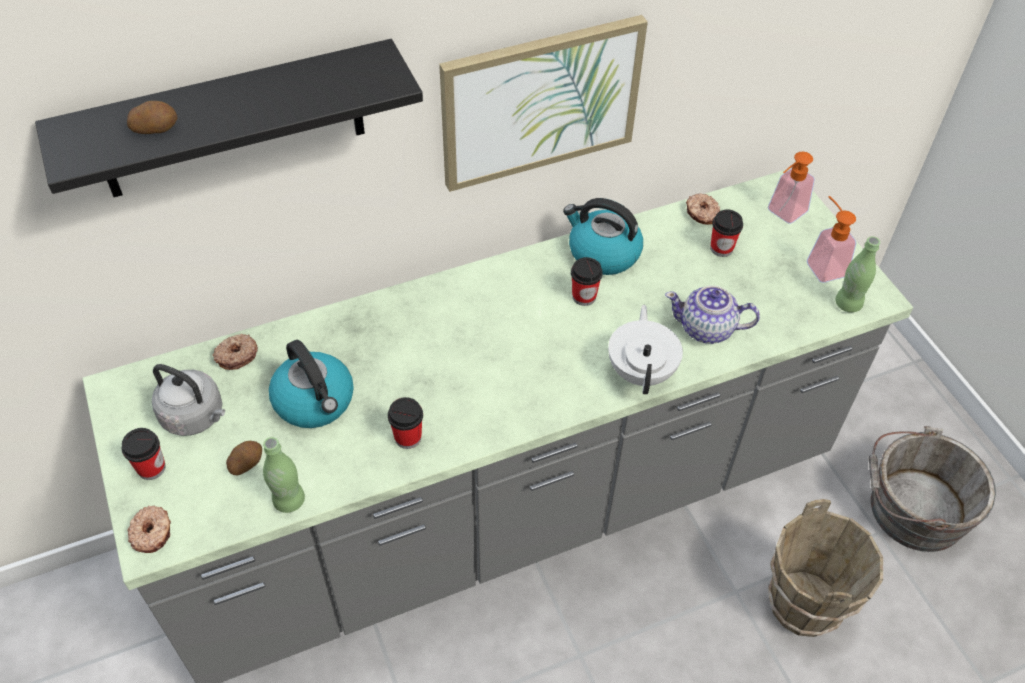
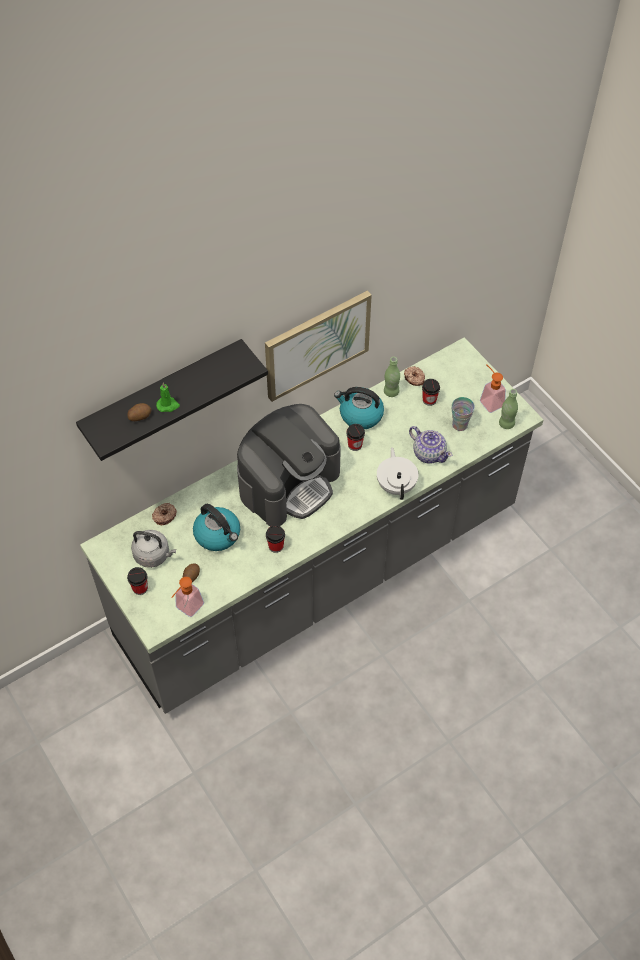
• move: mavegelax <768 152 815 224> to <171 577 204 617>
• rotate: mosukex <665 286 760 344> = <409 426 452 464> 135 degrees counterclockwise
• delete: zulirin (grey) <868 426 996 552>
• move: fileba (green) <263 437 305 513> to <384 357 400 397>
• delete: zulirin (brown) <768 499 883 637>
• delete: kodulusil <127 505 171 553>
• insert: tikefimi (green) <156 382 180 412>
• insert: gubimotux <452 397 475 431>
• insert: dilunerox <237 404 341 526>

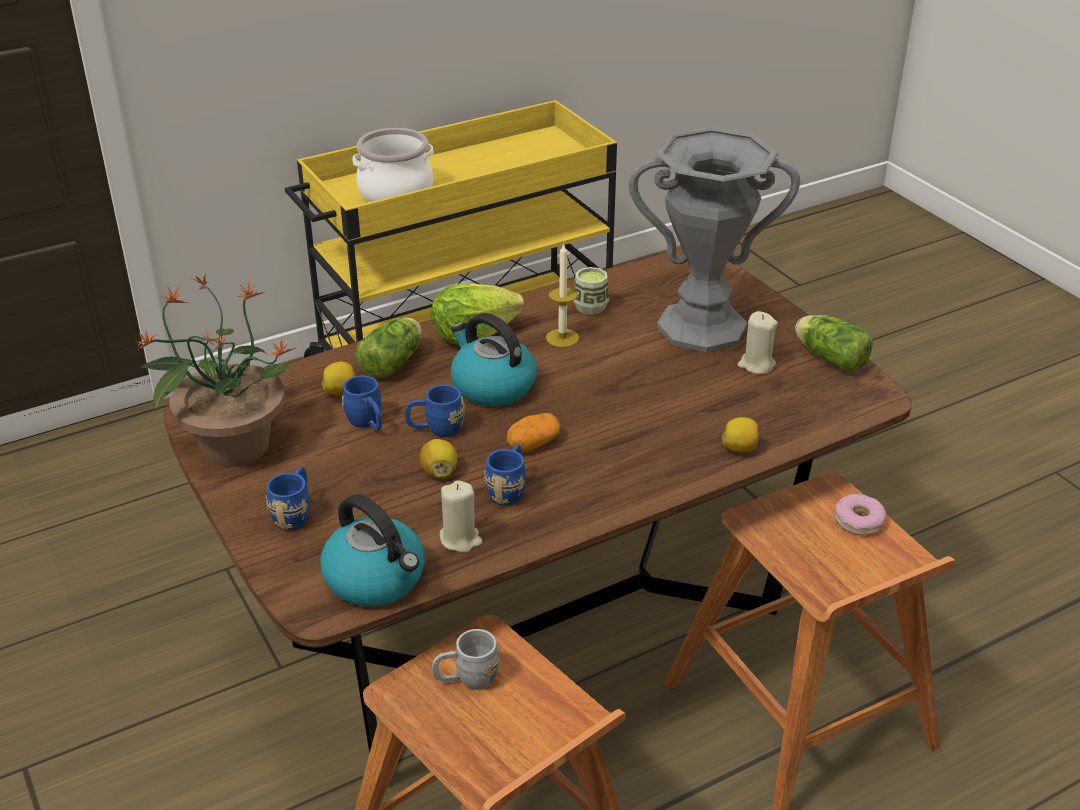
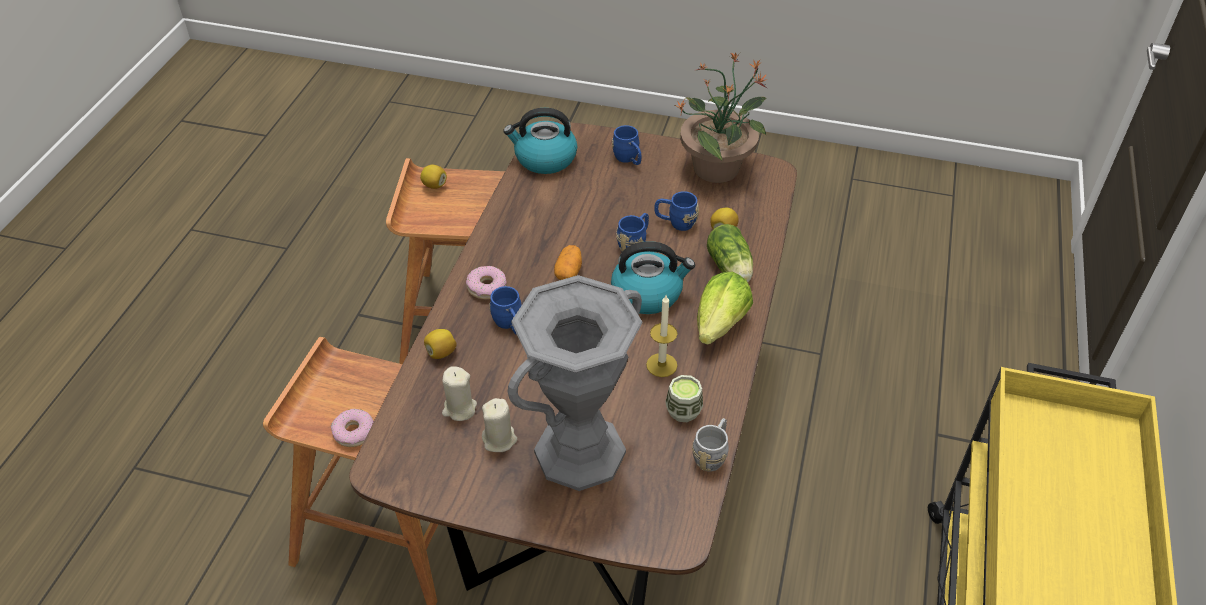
• delete: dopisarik <353 128 434 202>
• delete: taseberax <795 315 873 372>
• move: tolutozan <419 439 457 478> to <420 165 447 189>
• move: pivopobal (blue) <484 444 526 506> to <489 286 522 335>
• move: tikefimi (beige) <439 480 483 553> to <442 366 477 421>
• move: pivopobal (grey) <432 629 500 690> to <692 418 729 472>
• insert: kodulusil <466 266 507 300>

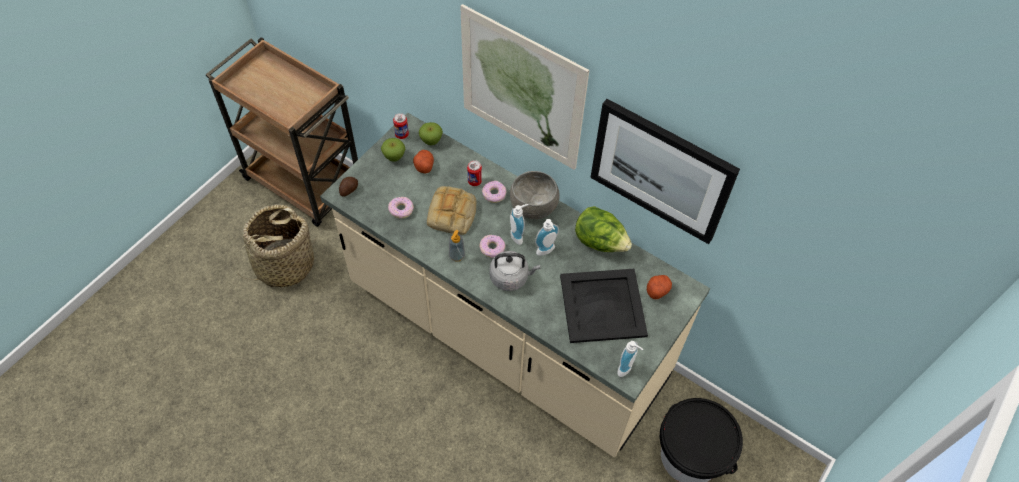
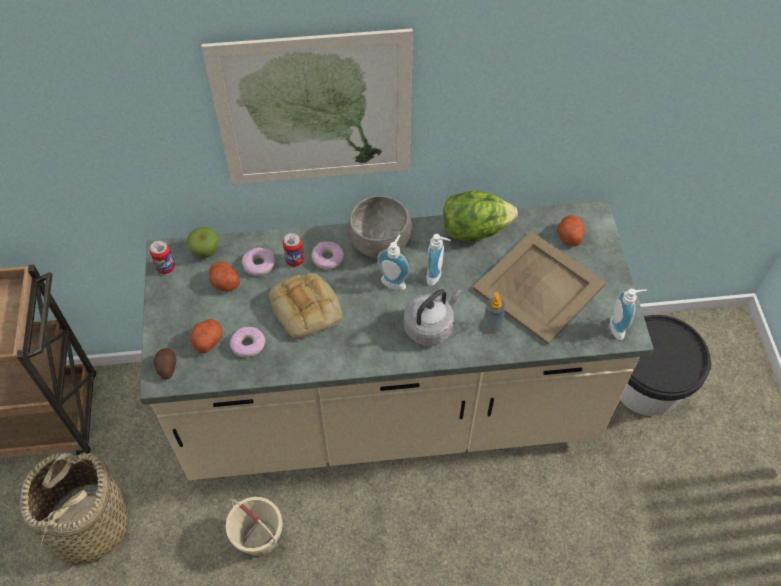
• delete: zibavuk <590 99 740 244>
• delete: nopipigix <381 138 405 162>
• move: mavegelax <449 230 465 262> to <482 292 505 334>
• move: kodulusil <479 235 506 258> to <242 248 275 276>
• recolor: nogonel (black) <560 269 648 343> to nogonel (beige) <473 231 606 345>
• insert: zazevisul <190 319 222 353>
• insert: zulirin (beige) <226 497 283 556>

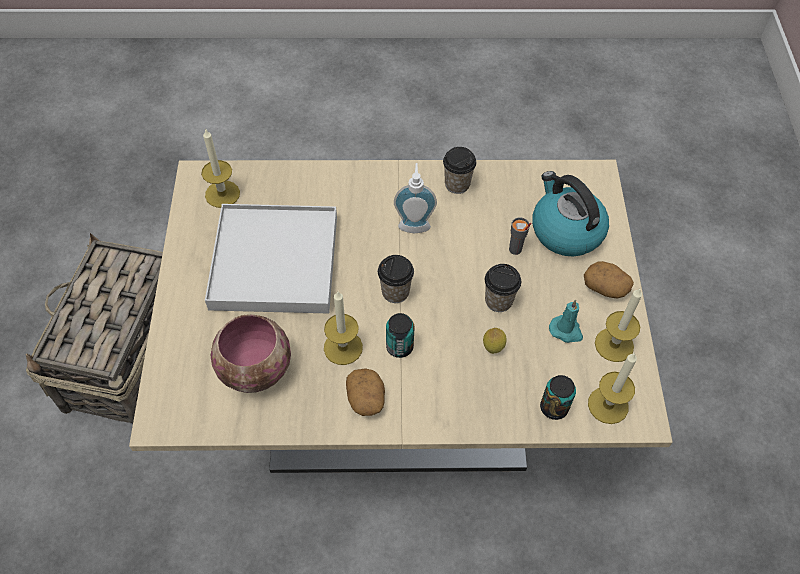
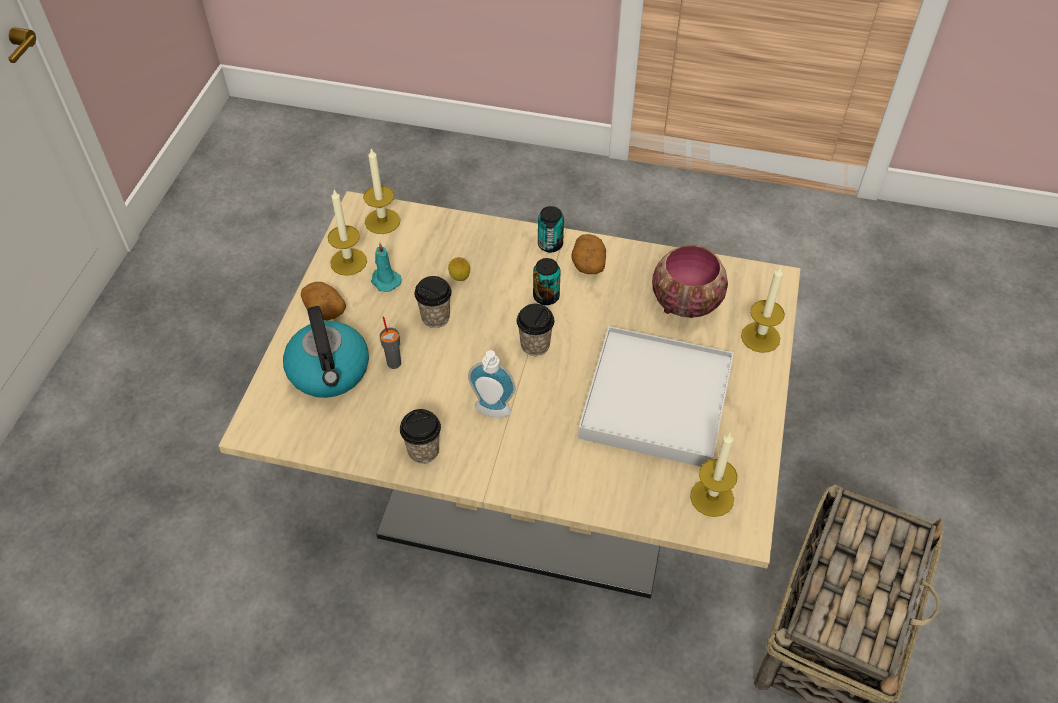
• move: tikefimi <324 291 363 365> to <741 266 785 353>
• move: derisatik <540 375 576 420> to <538 206 564 253>

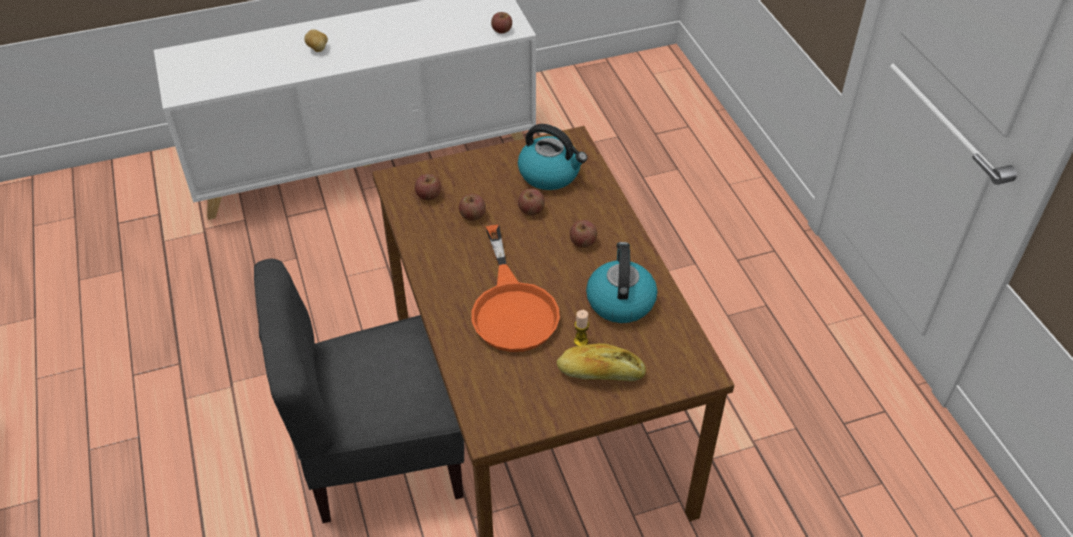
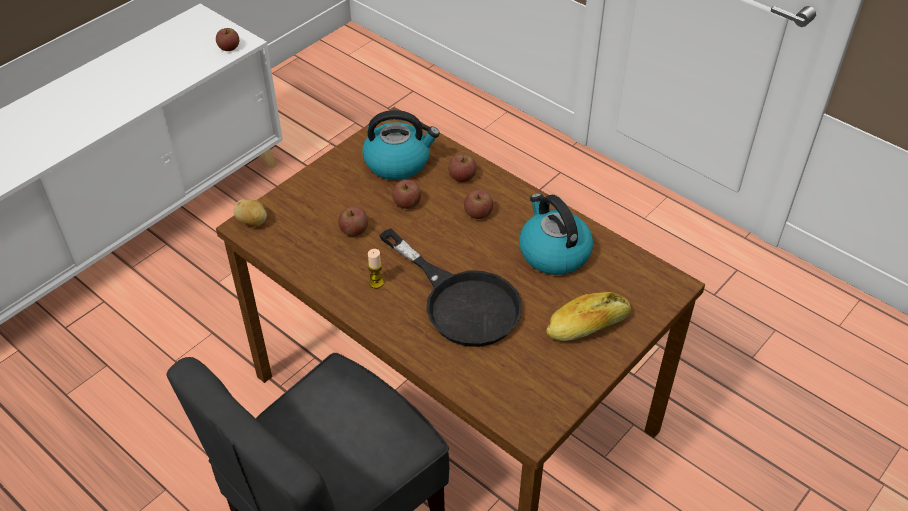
• move: zazevisul <304 29 328 52> to <234 199 267 227>
• move: nopipigix <415 174 441 200> to <448 154 477 182>
• recolor: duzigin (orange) <471 225 560 352> to duzigin (black) <379 228 522 347>
• move: tikefimi <574 310 589 346> to <367 249 384 289>

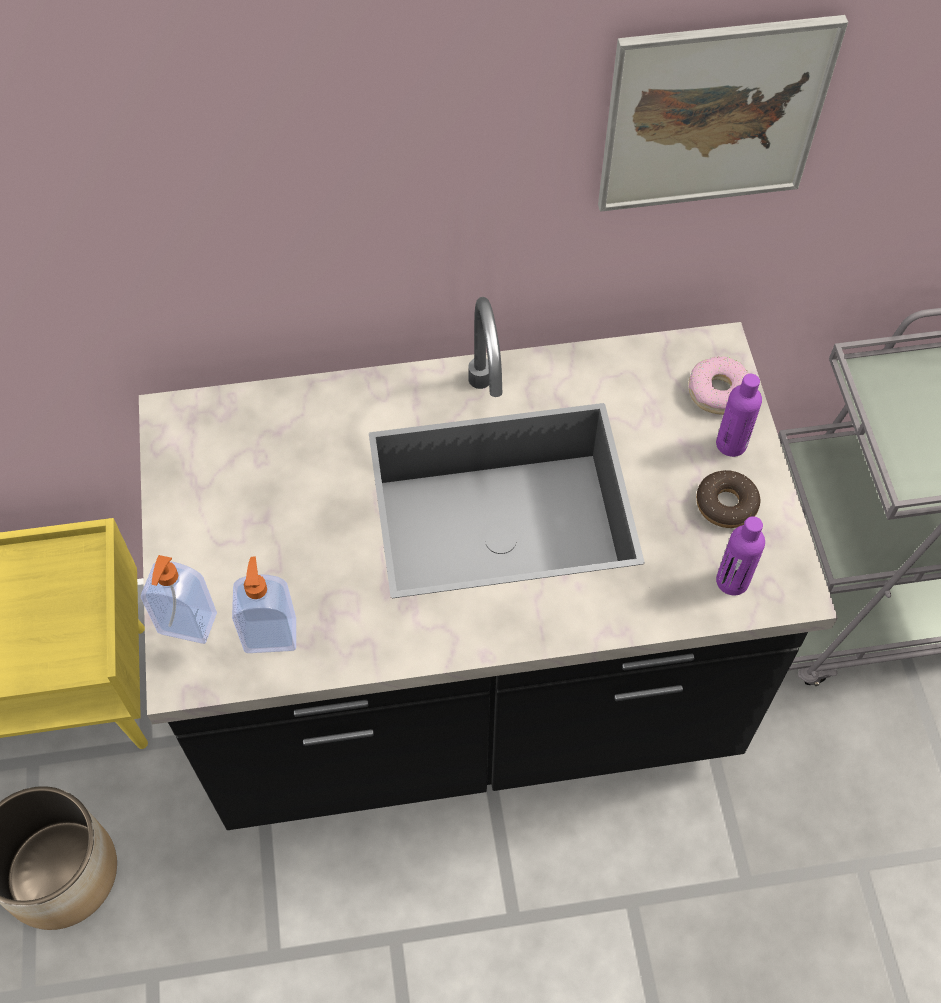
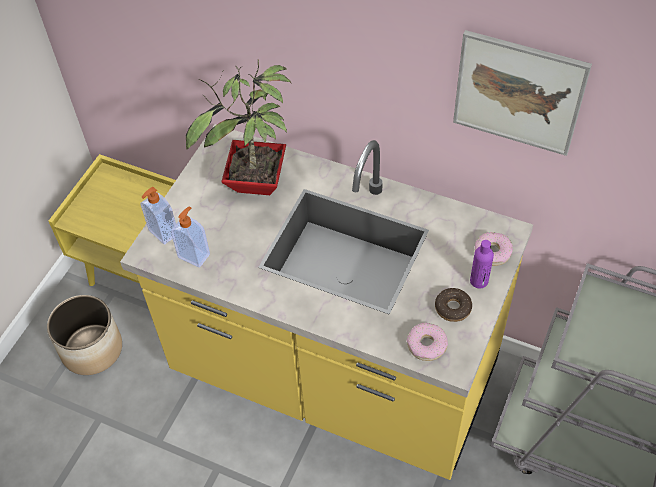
• recolor: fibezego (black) <139 297 838 830> to fibezego (yellow) <120 124 533 480>
• replace: fileba (purple) <716 516 765 595> to kodulusil <407 323 448 361>
• insert: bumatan <186 59 292 195>

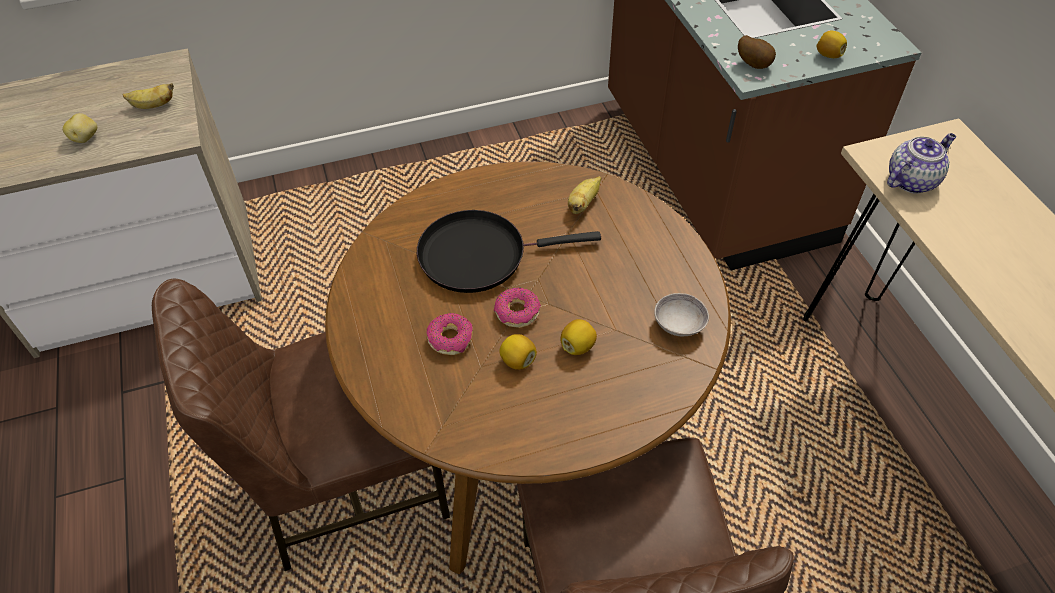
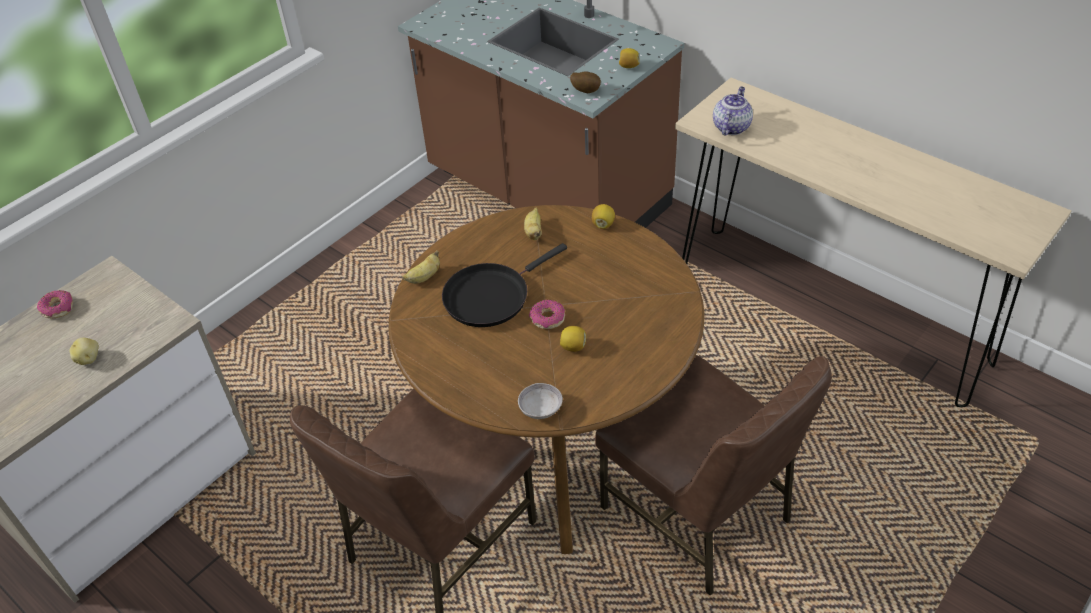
• move: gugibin <122 83 174 109> to <402 250 440 284>
• move: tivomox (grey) <654 293 709 336> to <518 383 563 419>
• move: kodulusil <426 313 473 355> to <37 290 73 319>
• move: tolutozan <560 319 597 355> to <592 204 615 229>

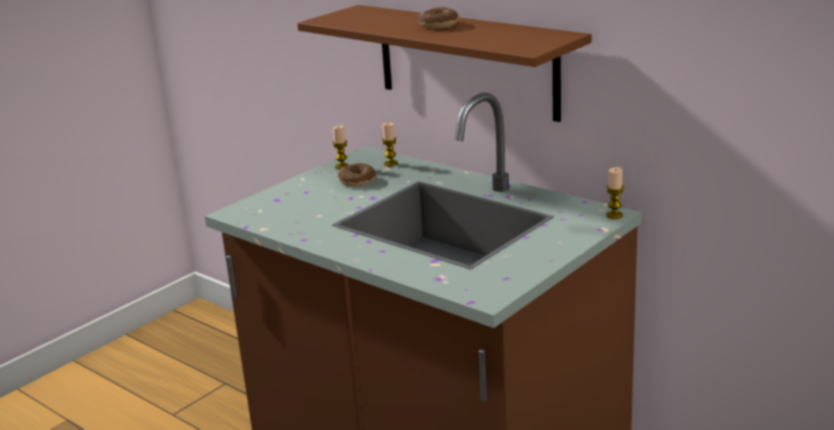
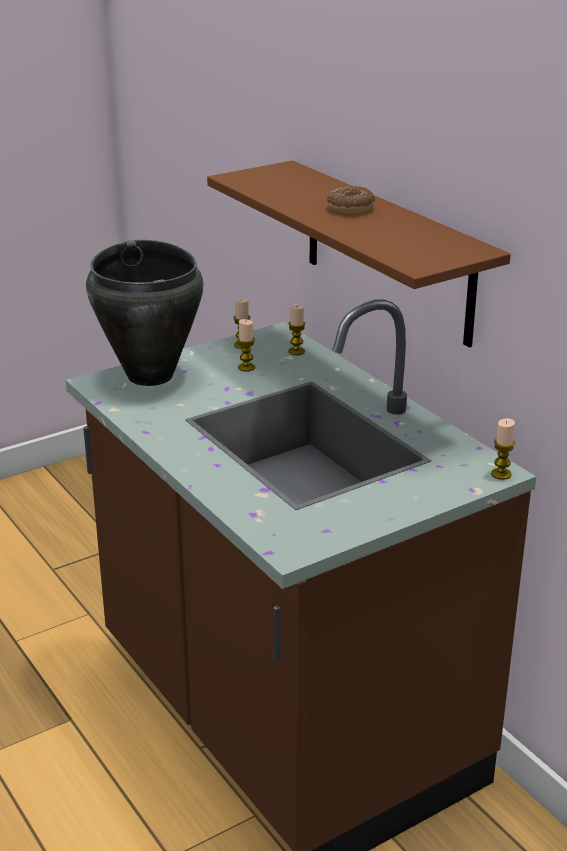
• replace: kodulusil <338 163 376 187> to tikefimi <237 319 255 372>
• insert: dopisarik (black) <86 240 203 386>

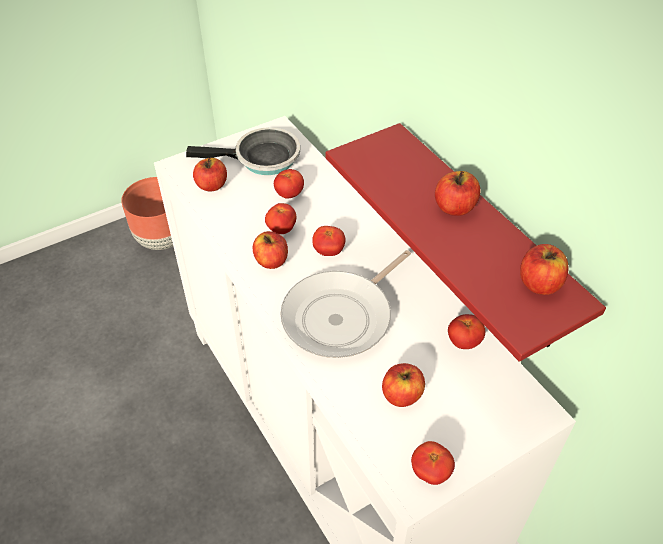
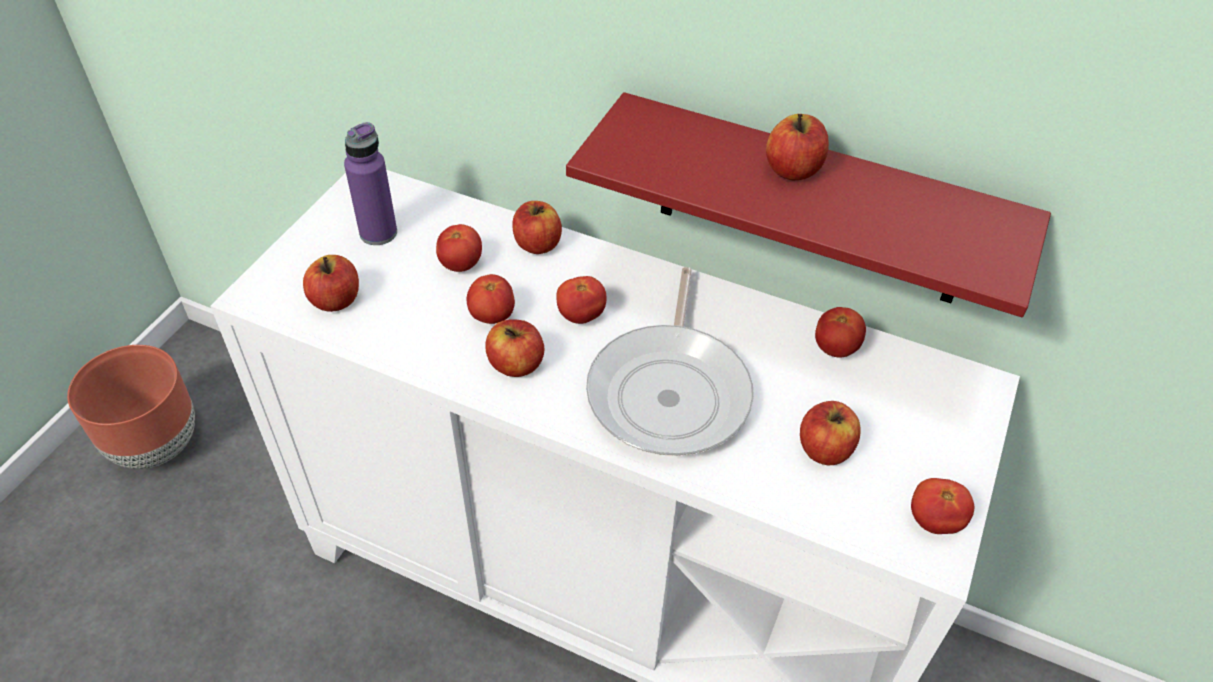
• replace: duzigin <186 127 300 175> to fileba (purple) <344 122 397 245>
• move: nopipigix <520 244 569 295> to <512 201 562 254>

